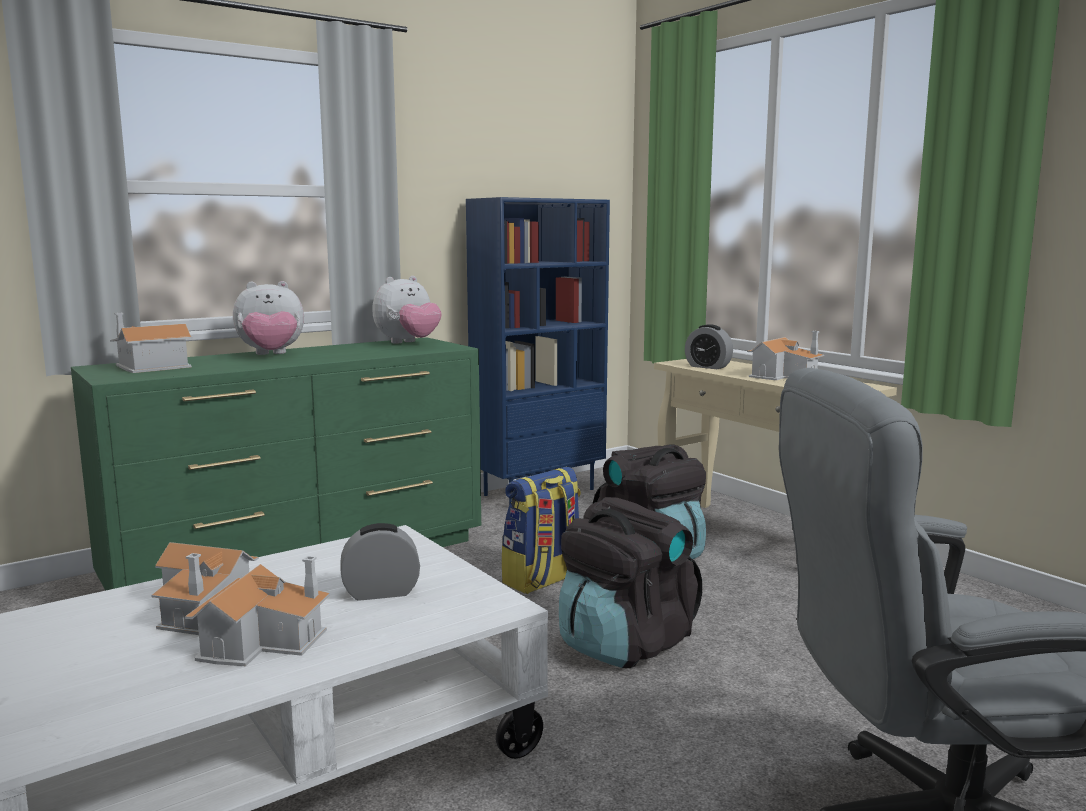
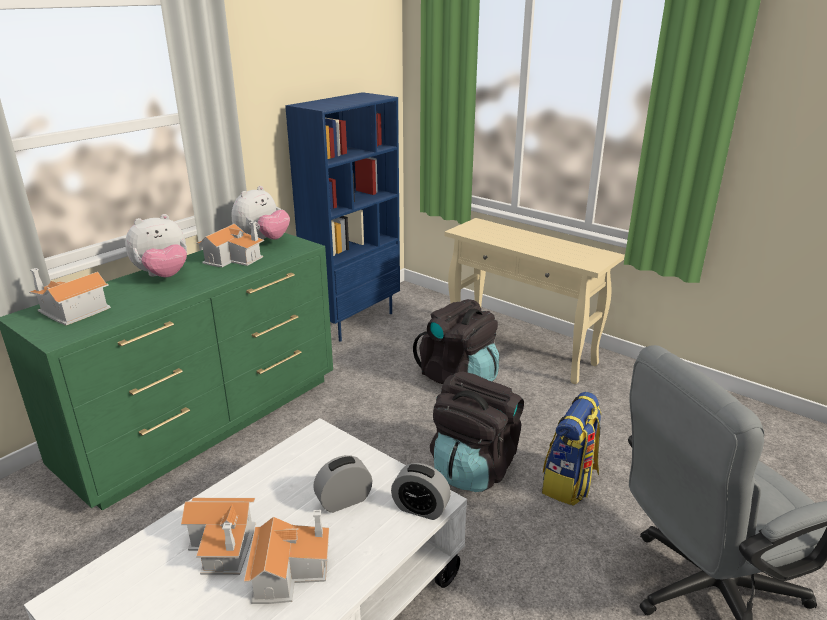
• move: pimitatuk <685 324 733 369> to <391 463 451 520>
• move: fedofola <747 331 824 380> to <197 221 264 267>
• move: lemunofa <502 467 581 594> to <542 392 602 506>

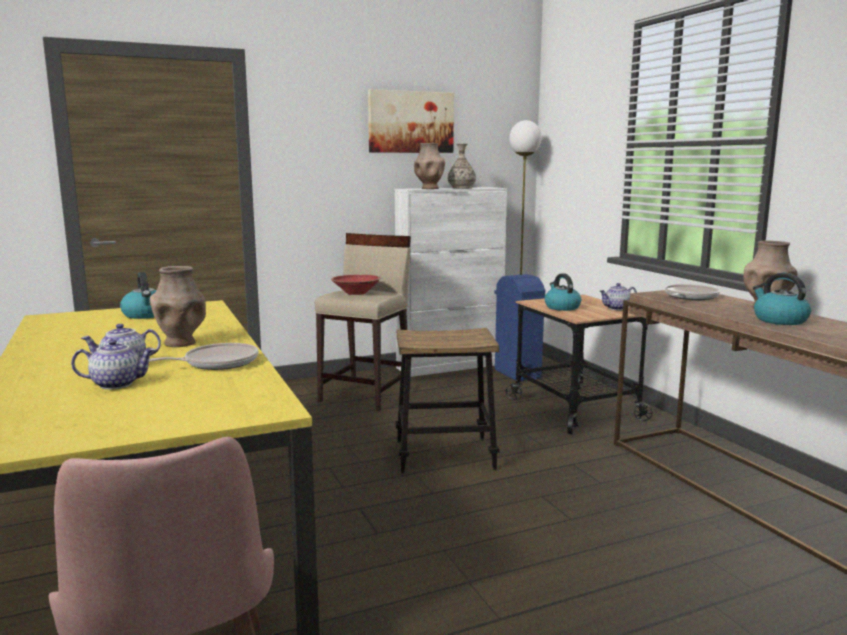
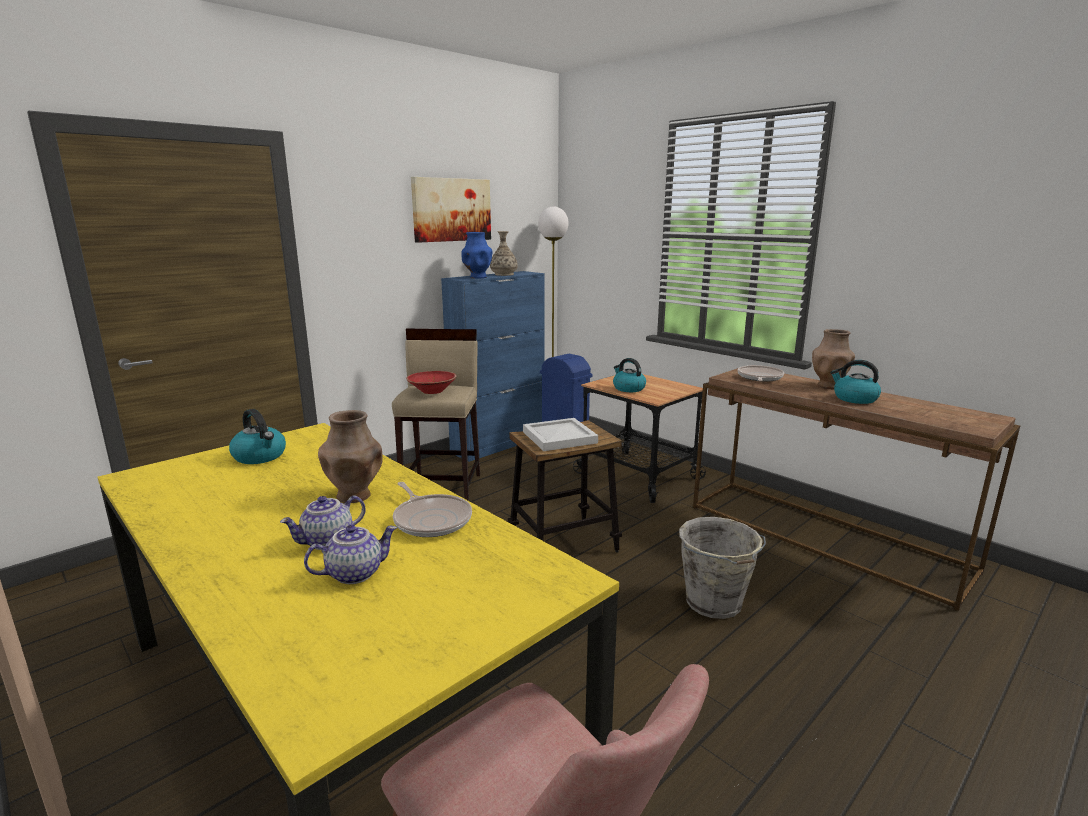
• recolor: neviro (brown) <414 143 445 189> to neviro (blue) <461 232 492 278>
• recolor: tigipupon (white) <395 187 507 377> to tigipupon (blue) <441 271 545 462>
• delete: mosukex <599 283 637 310>
• rotate: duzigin <149 343 258 370> = <393 482 472 537> 105 degrees clockwise
• insert: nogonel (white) <523 418 598 451>
• insert: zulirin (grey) <679 517 766 619>

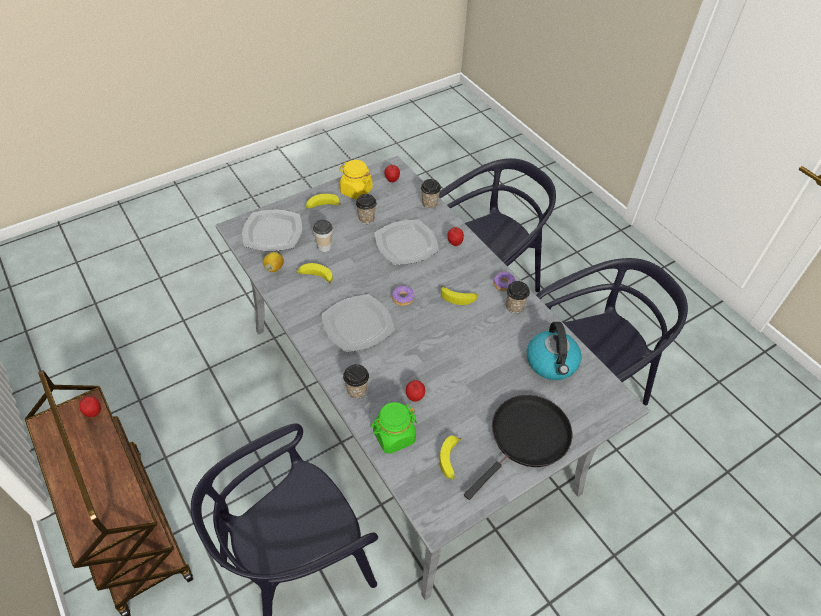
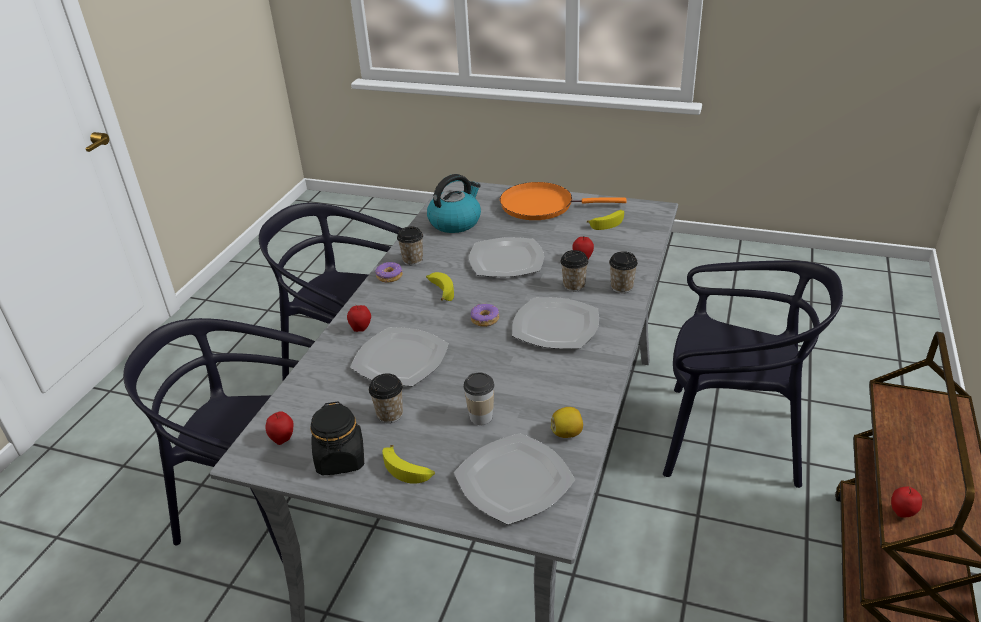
• recolor: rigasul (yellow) <339 160 372 200> to rigasul (black) <310 402 364 476>
• move: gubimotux <421 179 441 209> to <560 250 589 292>
• delete: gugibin <297 263 333 283>
• recolor: duzigin (black) <464 395 572 500> to duzigin (orange) <500 182 627 220>
• delete: rigasul (green) <371 402 417 454>
• insert: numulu <469 237 544 277>

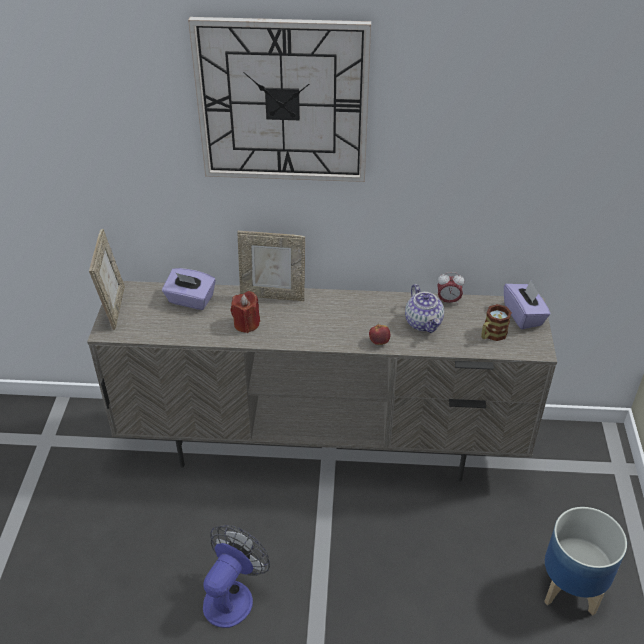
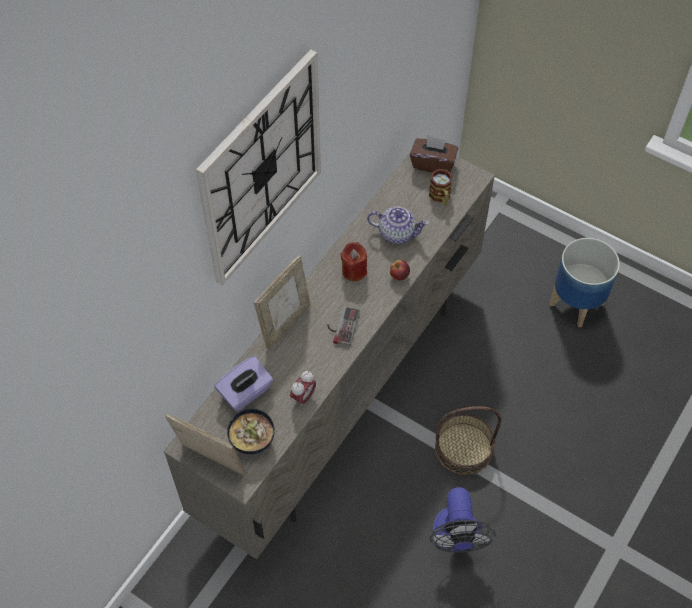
• move: pimitatuk <437 272 464 305> to <290 371 316 407>
• recolor: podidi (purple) <504 281 551 329> to podidi (brown) <410 135 458 172>
• move: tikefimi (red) <231 291 260 333> to <341 242 367 281>
• rotate: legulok <203 525 270 628> = <430 487 496 553> 150 degrees counterclockwise
• insert: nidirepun <327 305 360 347>
• insert: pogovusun <435 406 501 475>
• insert: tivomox <227 409 275 454>

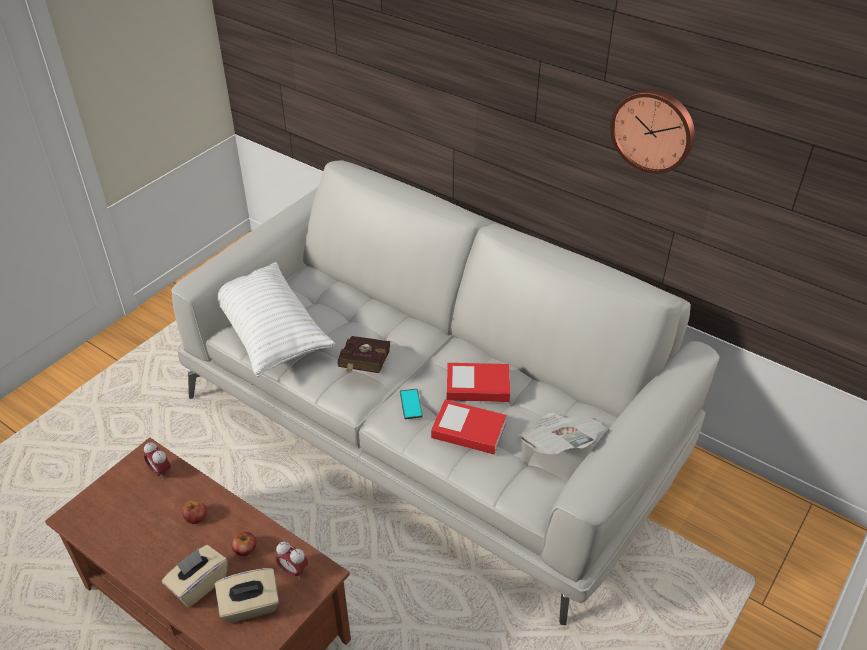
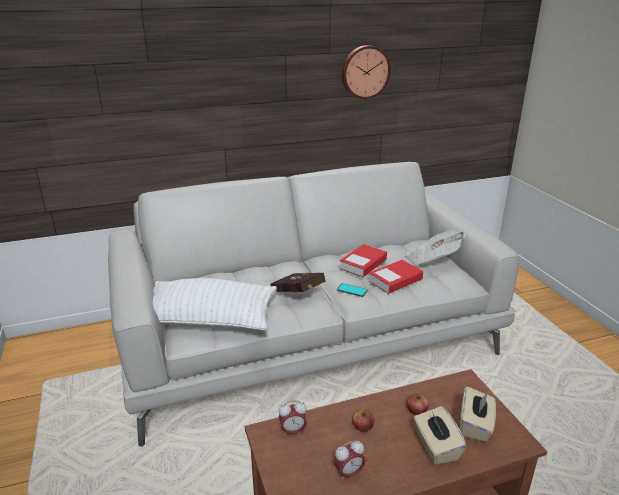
• move: pimitatuk <276 542 308 580> to <333 440 366 481>

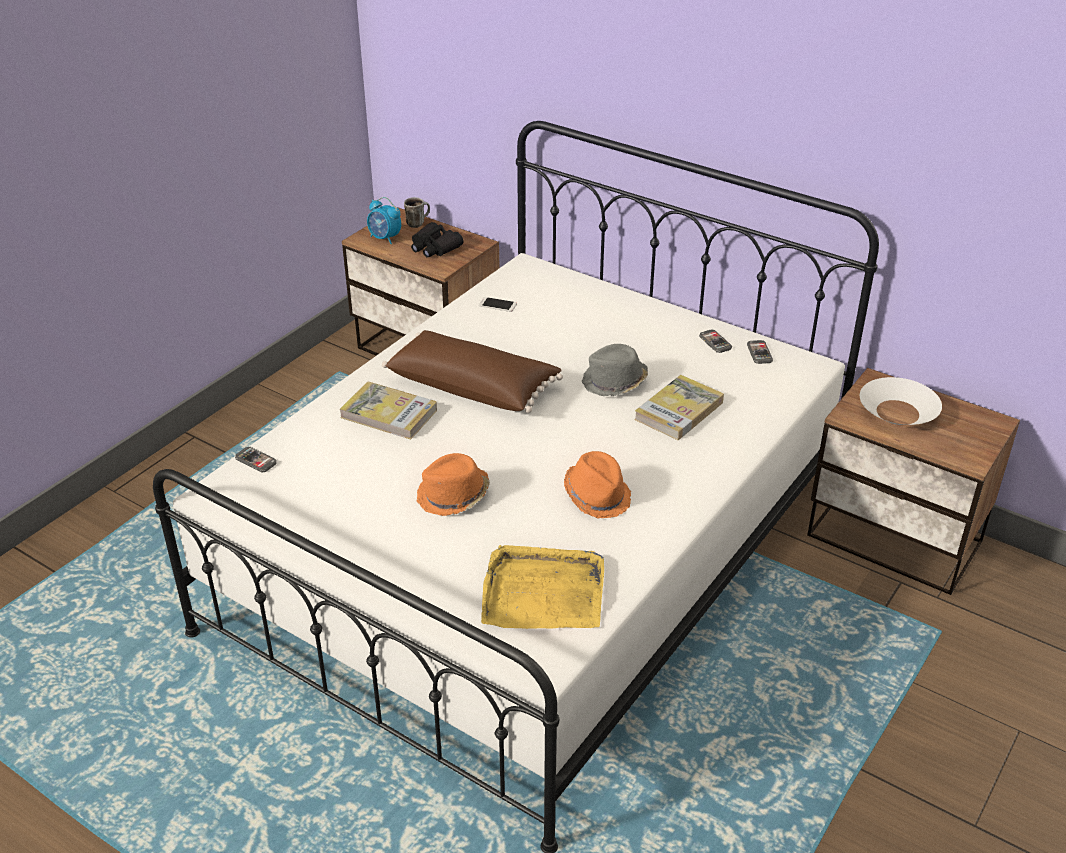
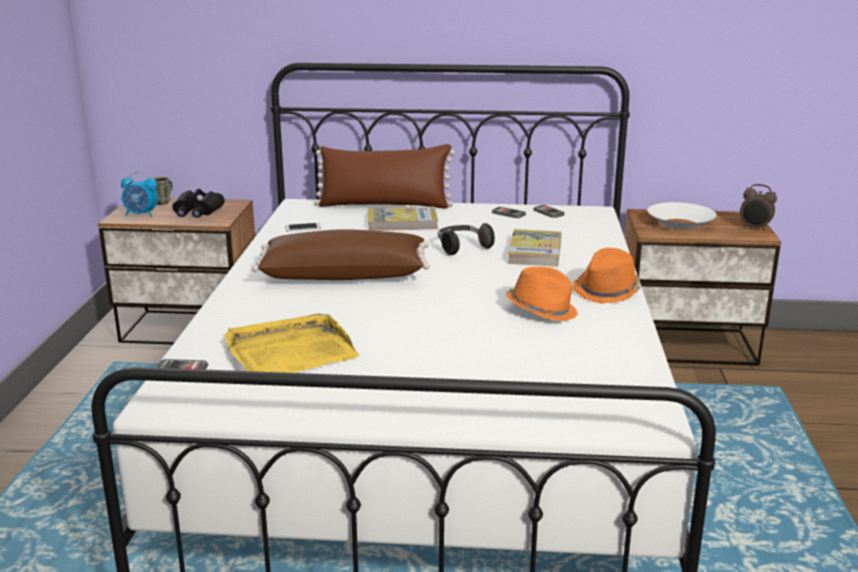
• replace: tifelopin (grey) <582 344 648 396> to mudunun <438 223 495 256>
• move: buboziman <340 381 437 440> to <368 206 438 231>
• move: tifelopin (orange) <416 453 490 516> to <573 248 641 304>
• move: nogonel (yellow) <481 545 604 629> to <224 313 360 373>
• insert: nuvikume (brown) <314 144 455 209>
• insert: pimitatuk <740 184 777 231>

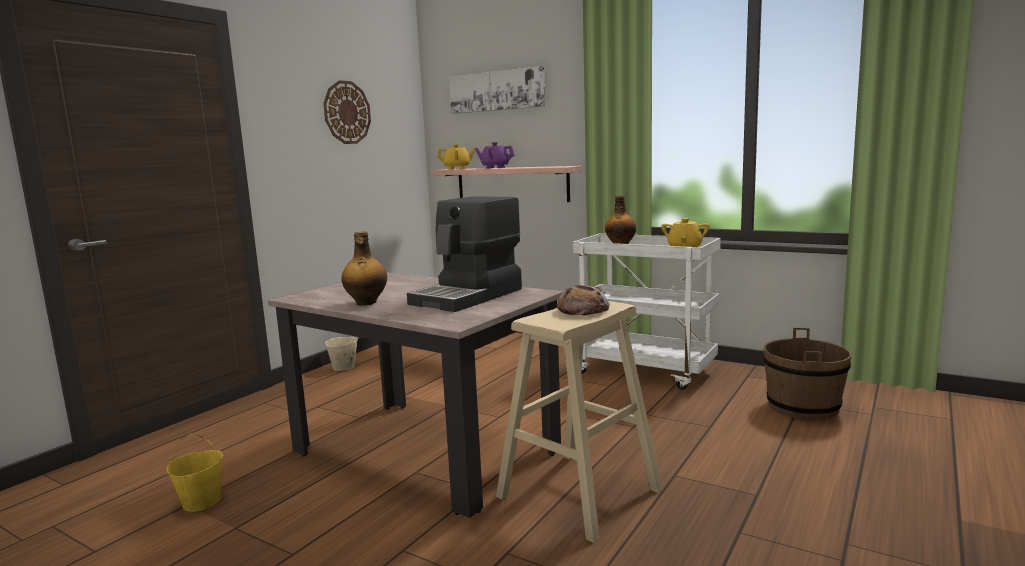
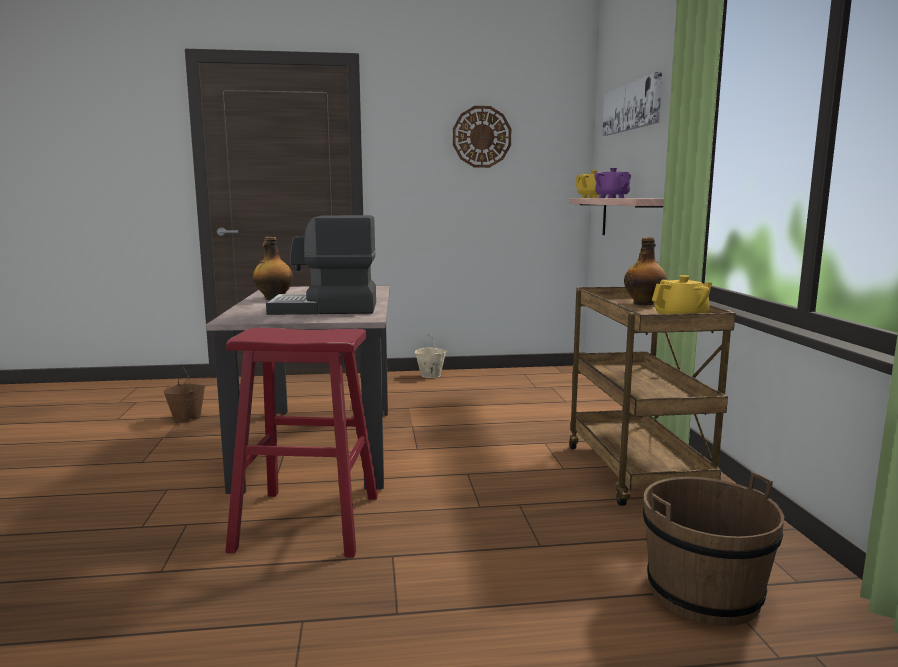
• recolor: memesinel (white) <573 233 721 390> to memesinel (brown) <569 287 735 506>
• delete: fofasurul <556 285 610 316>
• recolor: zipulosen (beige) <496 301 663 543> to zipulosen (red) <225 328 378 558>
• recolor: zulirin (yellow) <166 433 223 512> to zulirin (brown) <163 367 206 423>

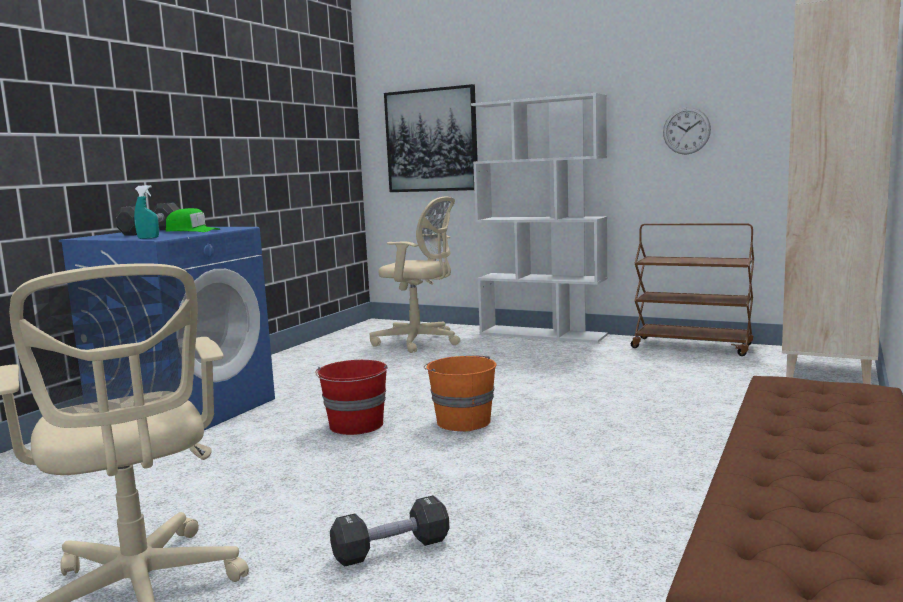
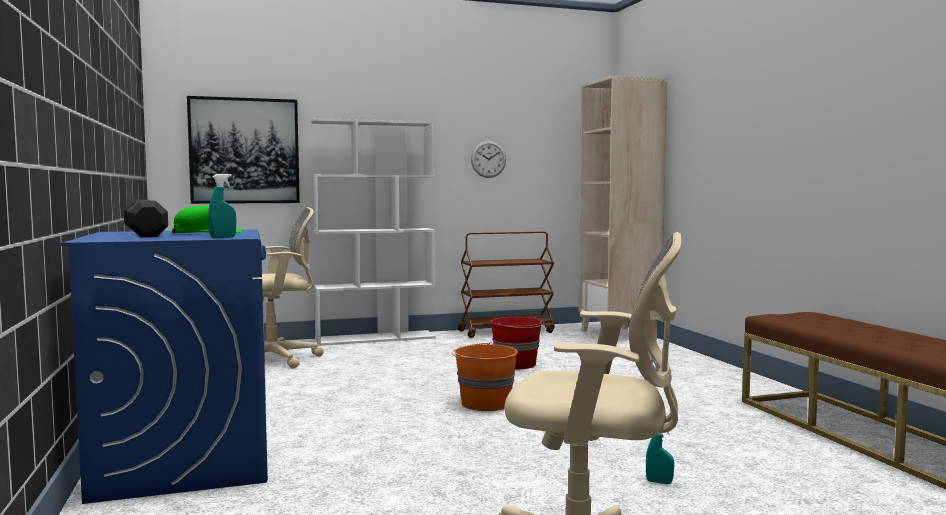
• move: zulirin (red) <315 360 388 435> to <490 316 544 369>
• replace: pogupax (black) <330 495 449 567> to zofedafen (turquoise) <646 422 674 484>

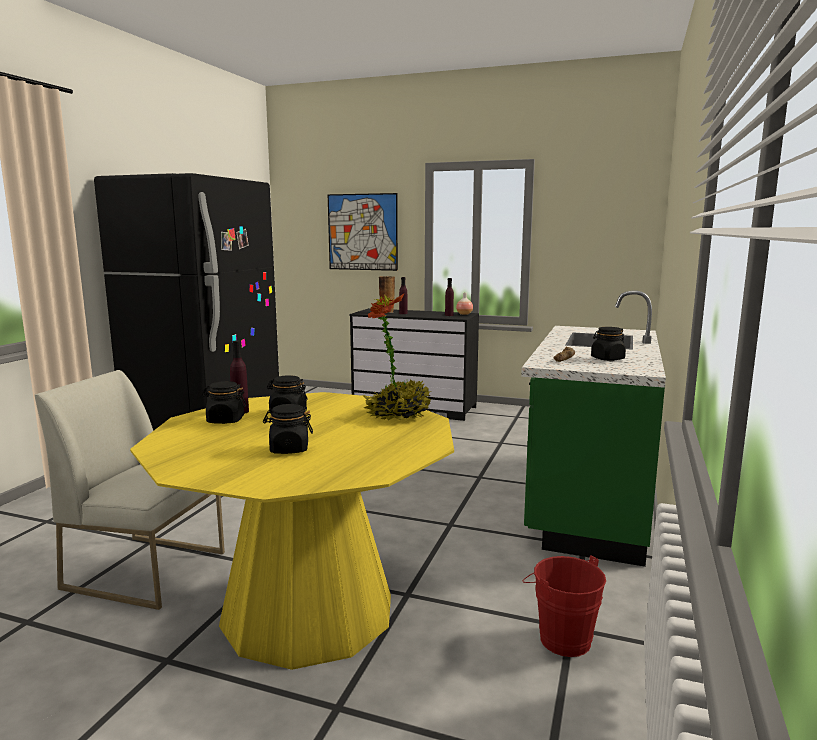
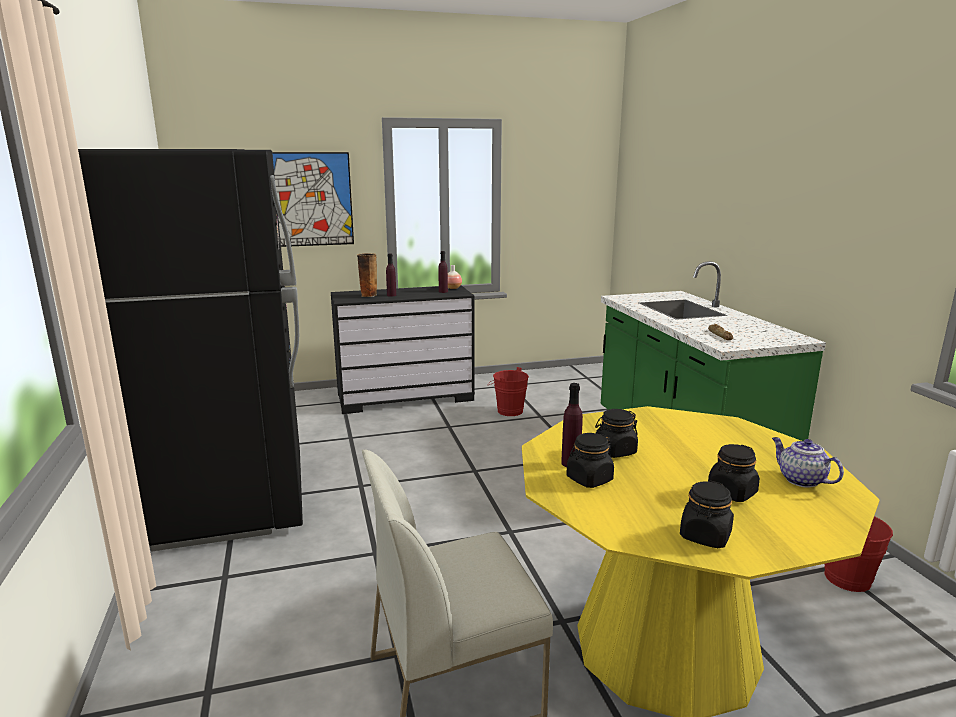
• delete: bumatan <363 294 431 420>
• move: rigasul (black) <591 327 626 361> to <680 481 734 548>
• insert: zulirin (red) <487 367 529 416>
• insert: mosukex <772 437 844 488>

